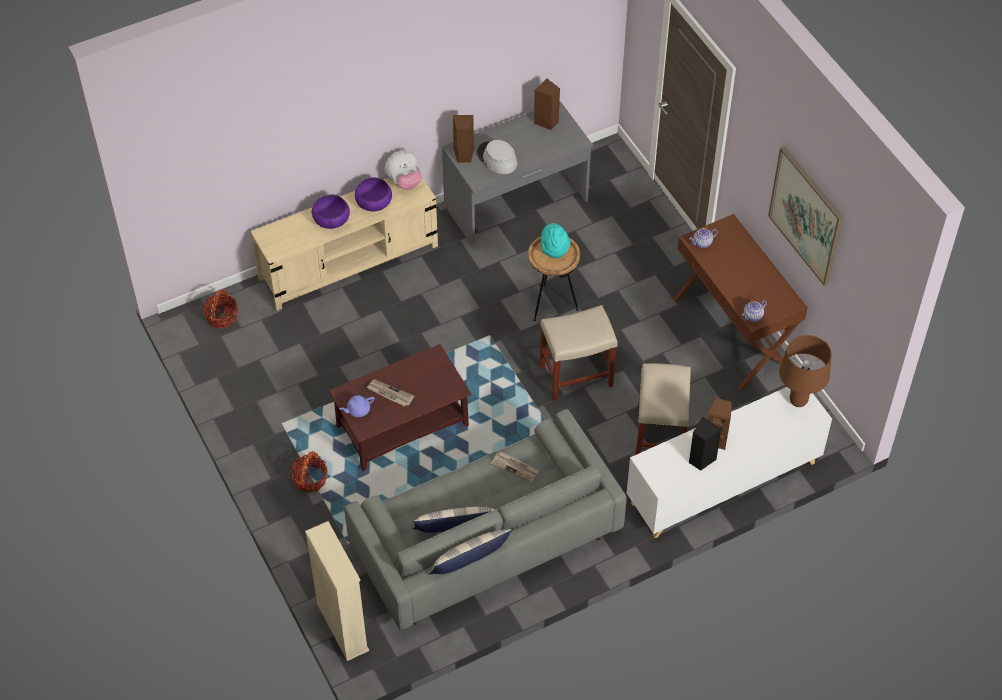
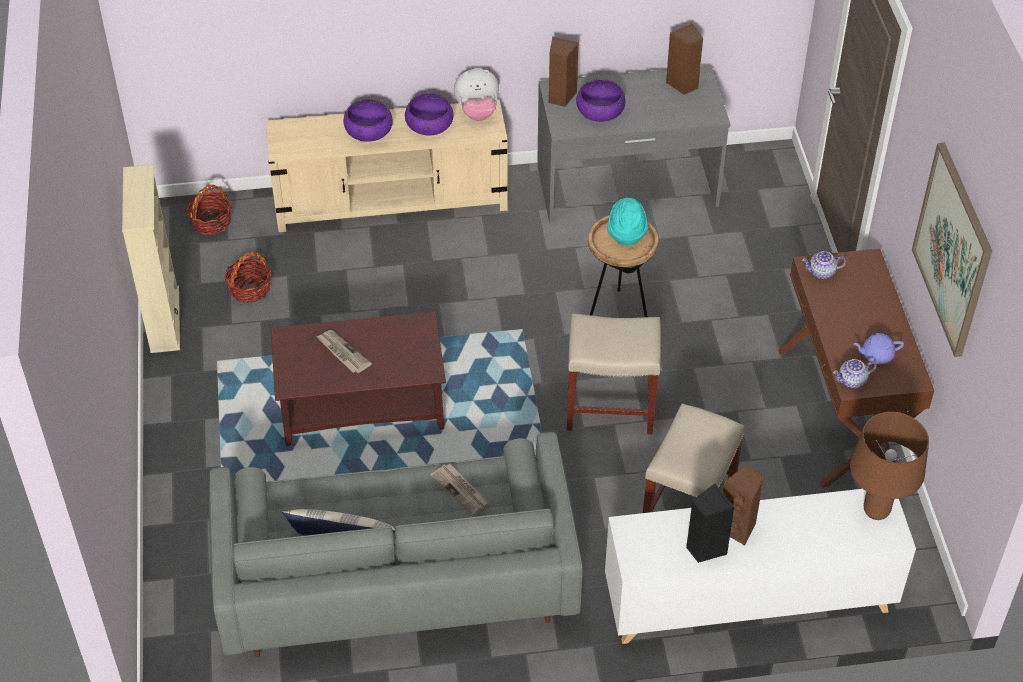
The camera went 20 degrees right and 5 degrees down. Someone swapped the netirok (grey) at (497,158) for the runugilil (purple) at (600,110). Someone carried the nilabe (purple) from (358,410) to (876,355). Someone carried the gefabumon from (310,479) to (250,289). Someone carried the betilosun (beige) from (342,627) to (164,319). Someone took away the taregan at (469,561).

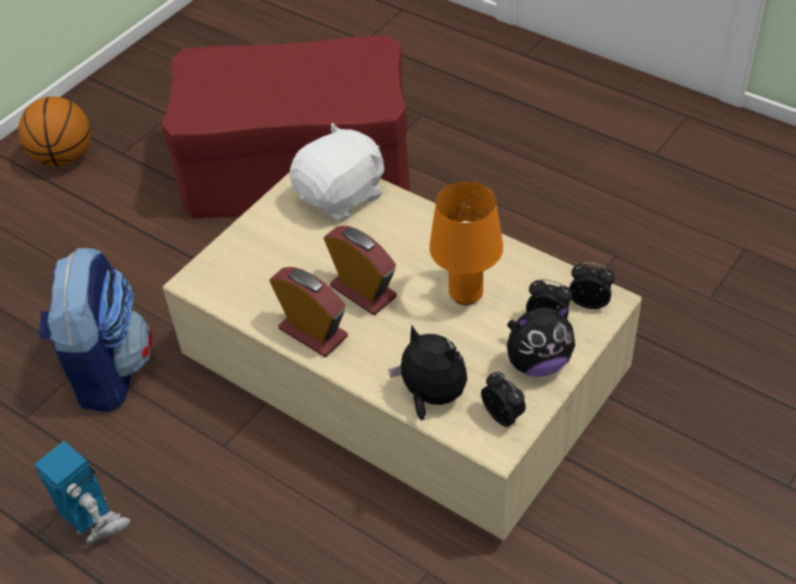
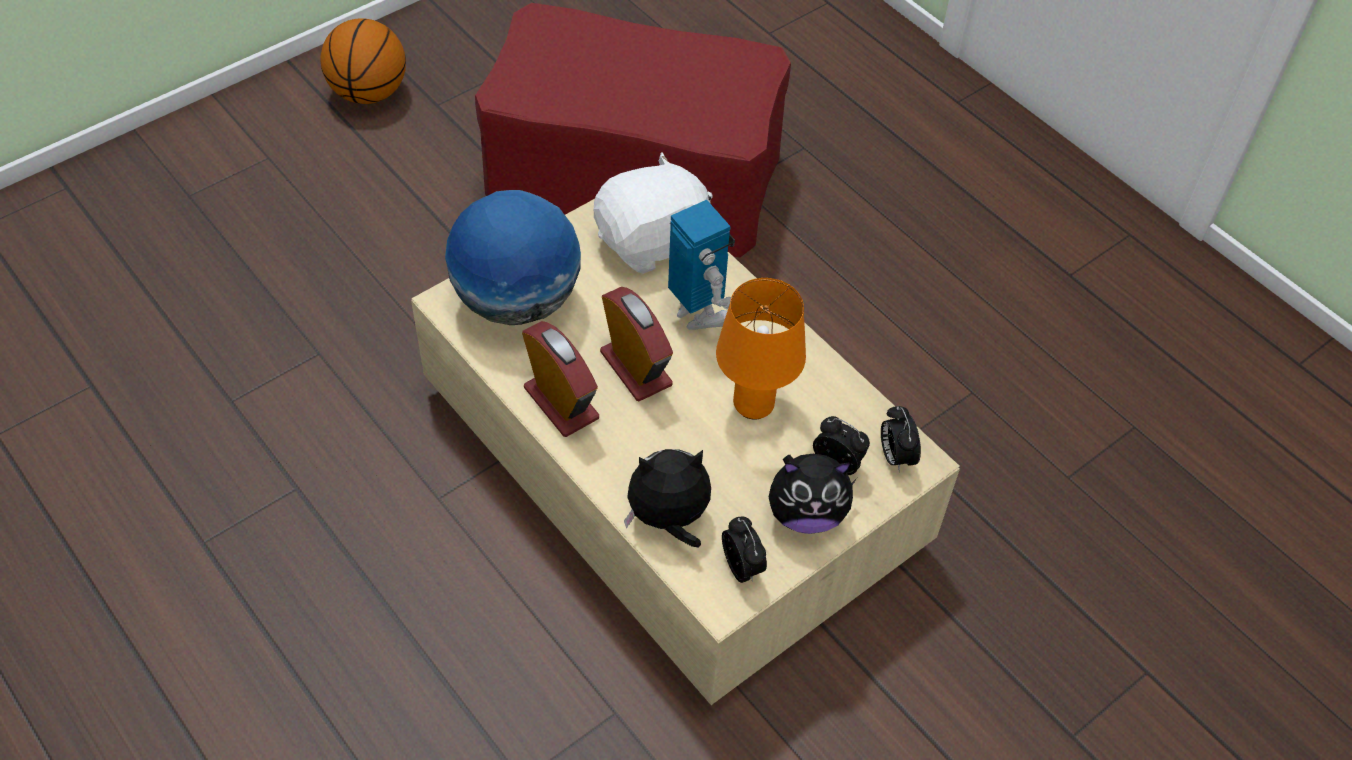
The camera went 10 degrees right and 5 degrees up. Someone took away the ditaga at (107,370). Someone rotated the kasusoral at (589,302) by 135 degrees counterclockwise. Someone rotated the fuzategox at (431,396) by 60 degrees counterclockwise. Someone carried the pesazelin from (97,525) to (700,313). Someone put down the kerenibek at (517,301).

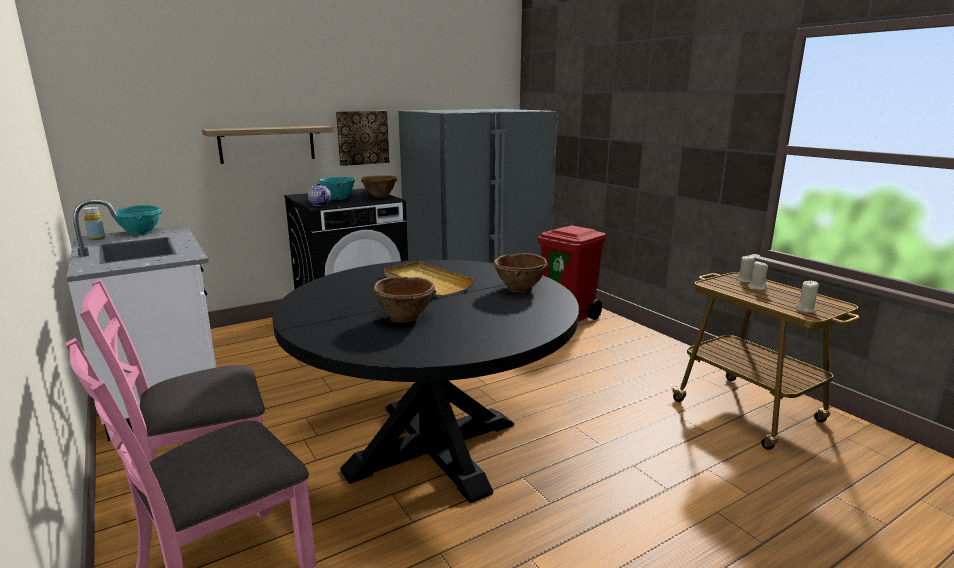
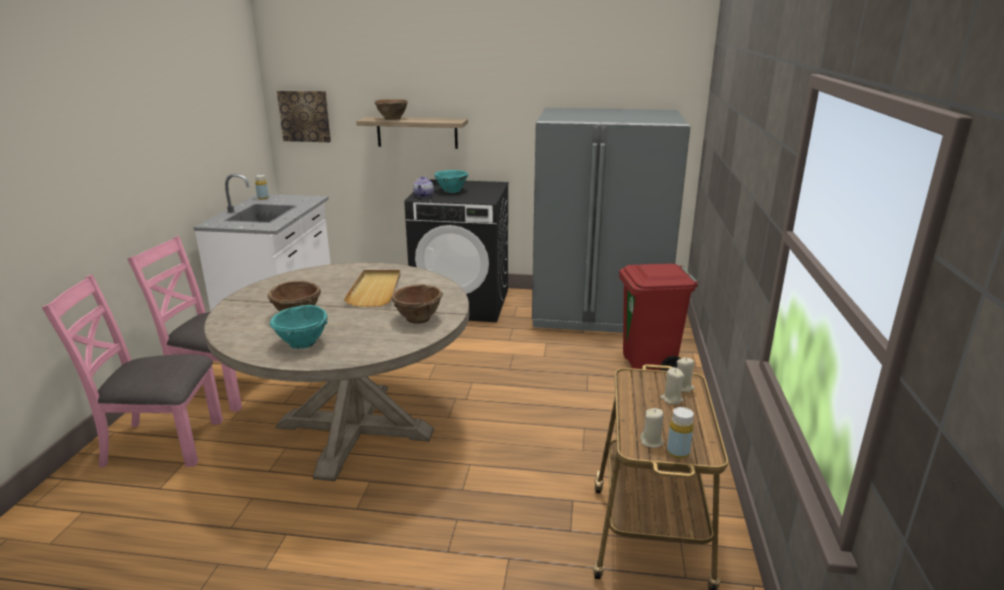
The camera went 40 degrees right and 5 degrees up. Someone carried the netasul from (362,137) to (305,116). Someone carried the runugilil (brown) from (379,196) to (392,119). Someone carried the runugilil (turquoise) from (141,233) to (302,343). Someone repainted the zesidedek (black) at (433,446), which became the zesidedek (beige) at (354,429). Someone put down the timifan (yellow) at (678,452).

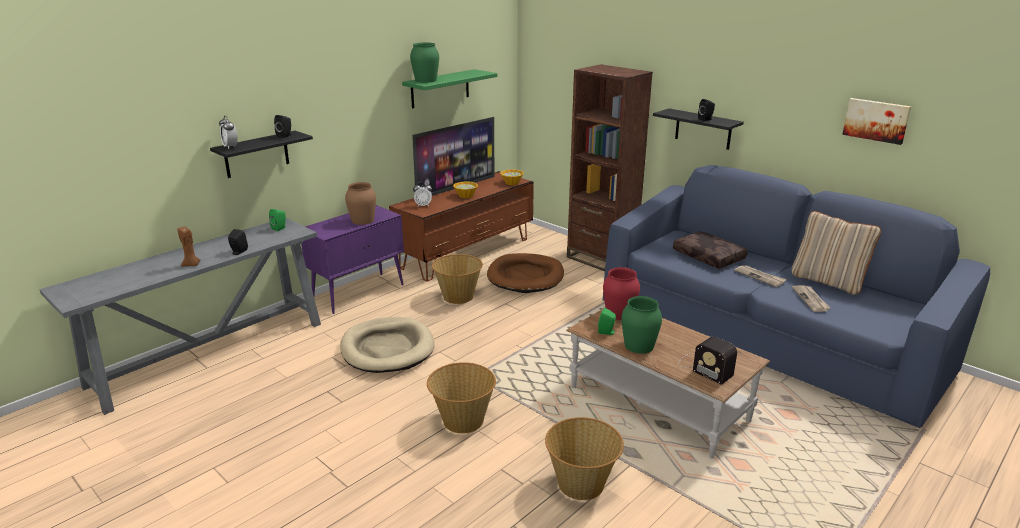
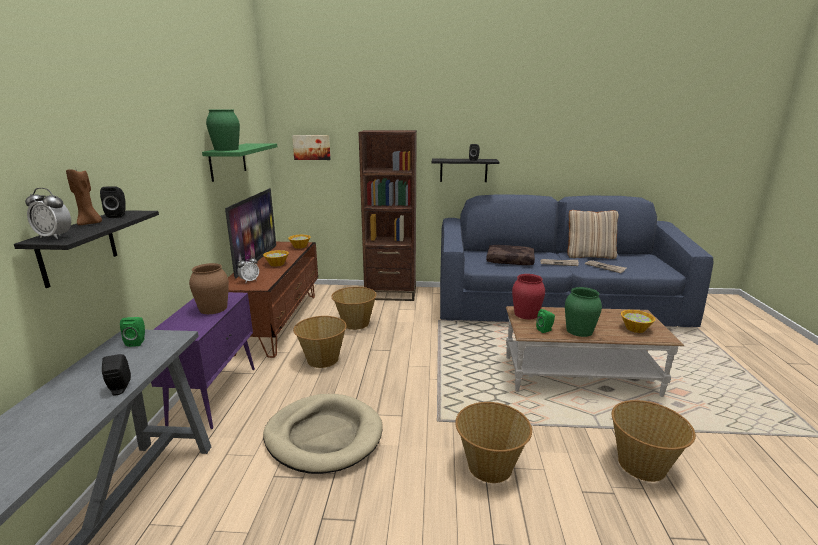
The camera went 40 degrees left and 5 degrees down. Someone carried the netasul from (876,120) to (312,147). Someone carried the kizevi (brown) from (192,265) to (90,224). Someone swapped the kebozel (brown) at (525,276) for the gefabumon at (355,323). Someone swapped the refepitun at (703,367) for the runugilil at (635,328).

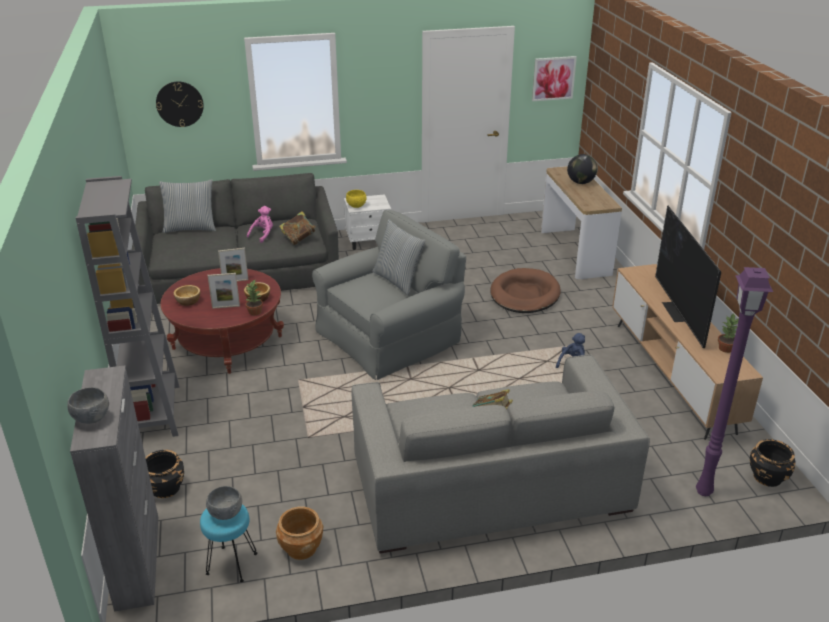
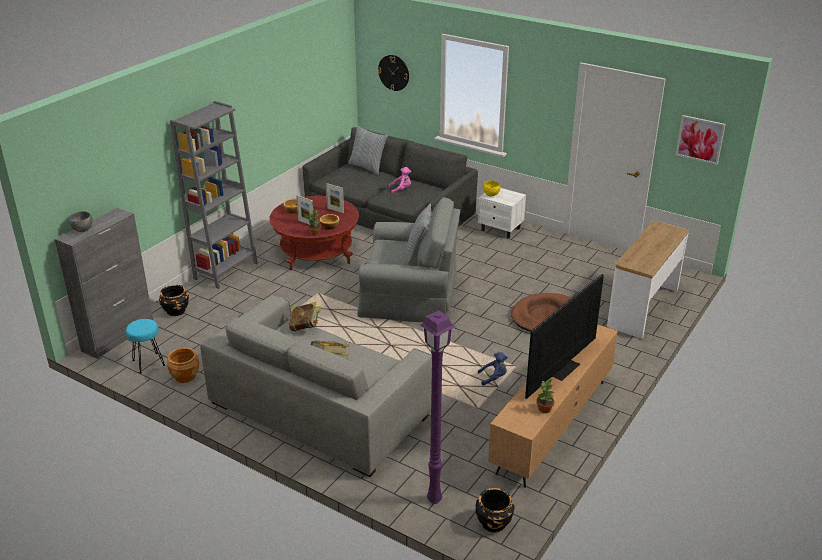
The camera went 45 degrees right and 0 degrees up. Someone took away the kerenibek at (580,182). Someone carried the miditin from (299,239) to (305,327). Someone took away the runugilil (grey) at (225,514).

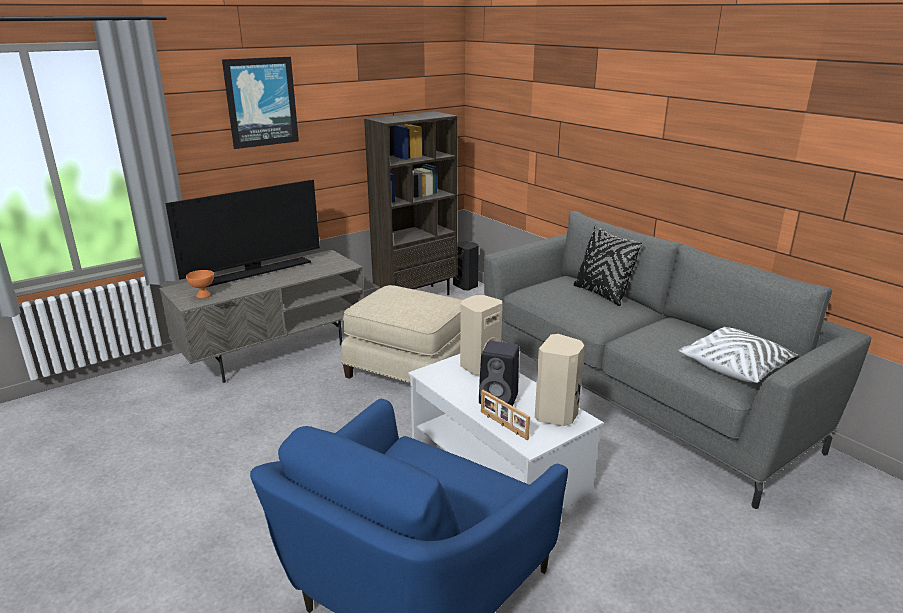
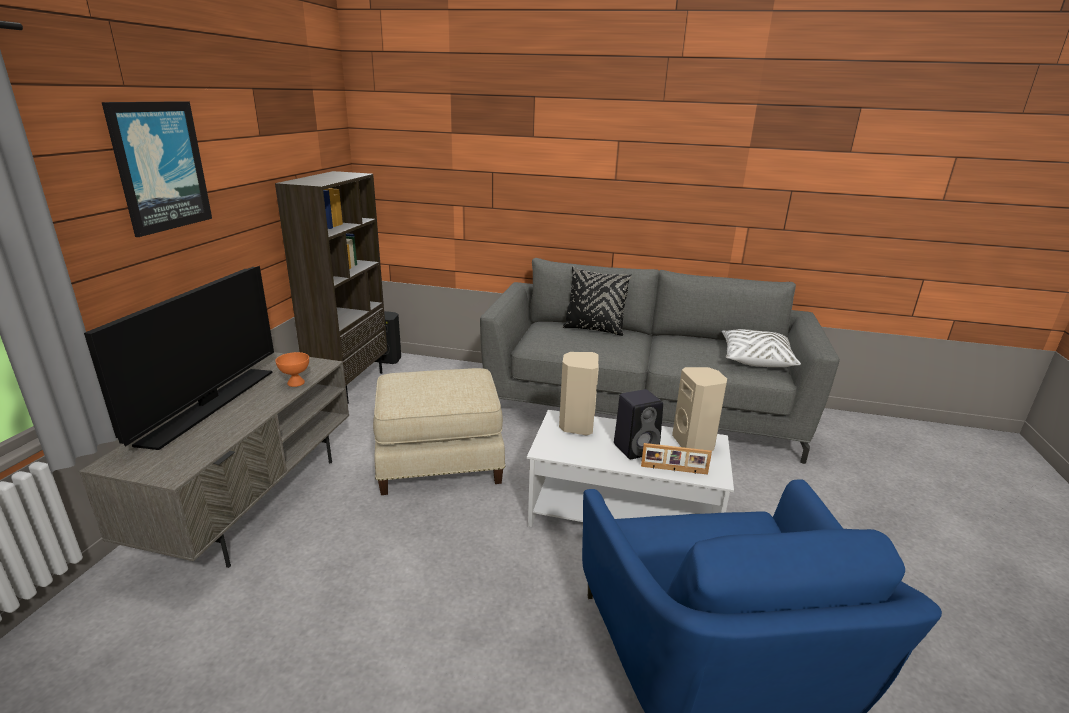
The camera went 40 degrees left and 0 degrees up. Someone carried the runugilil (orange) from (203,295) to (295,383).

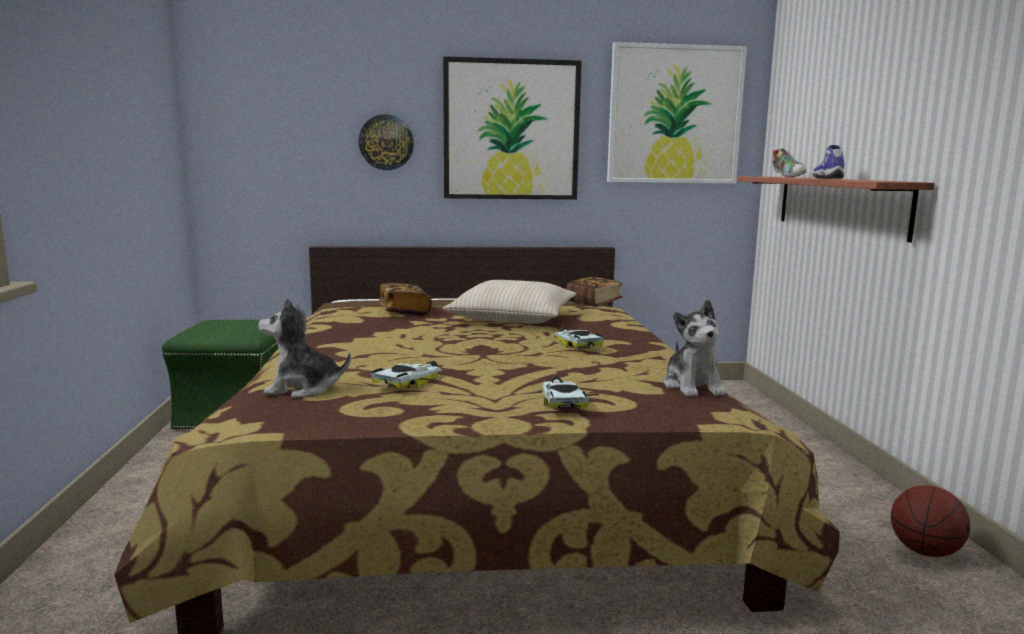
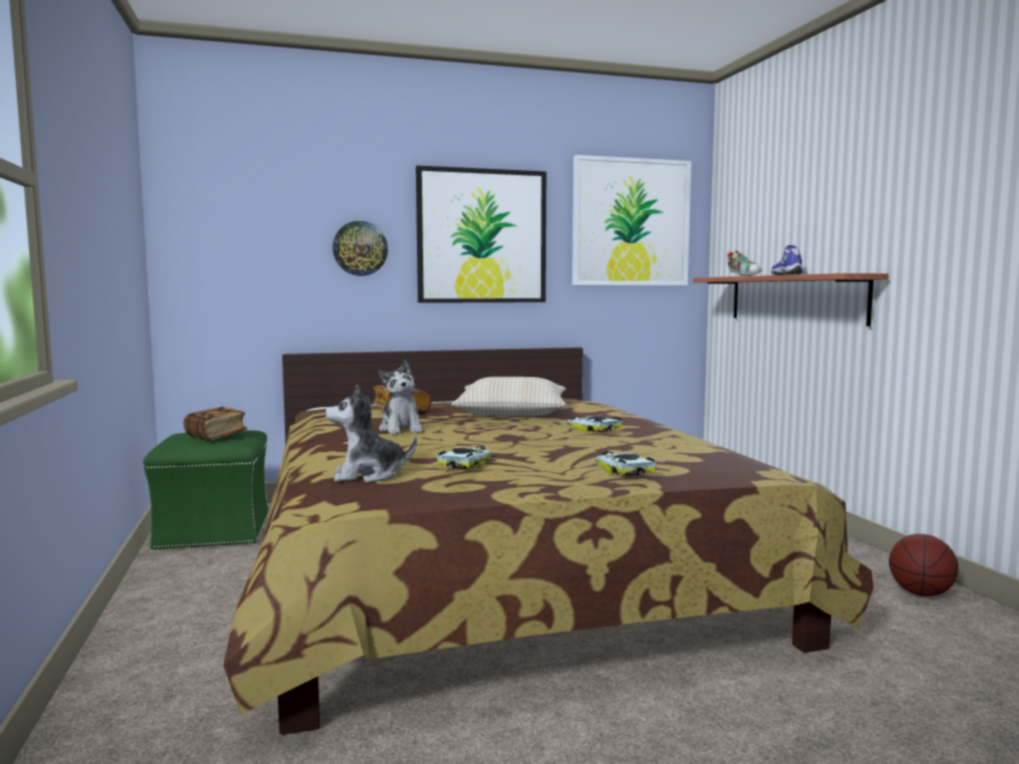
The camera went 10 degrees left and 5 degrees down. Someone carried the miditin from (594,303) to (216,436). Someone carried the fuzategox from (693,386) to (401,429).

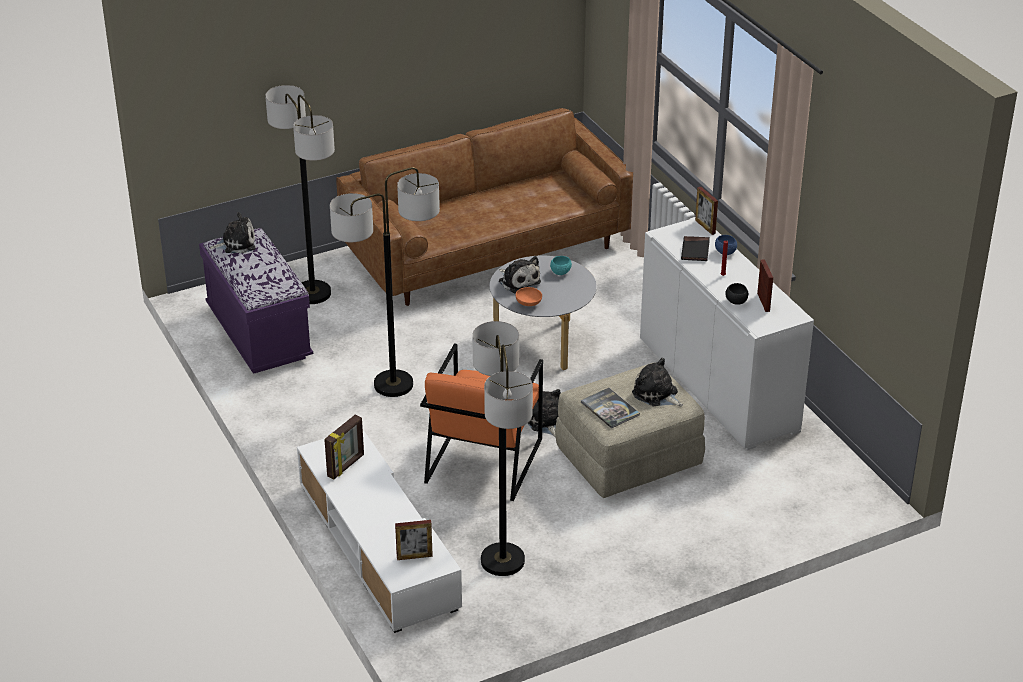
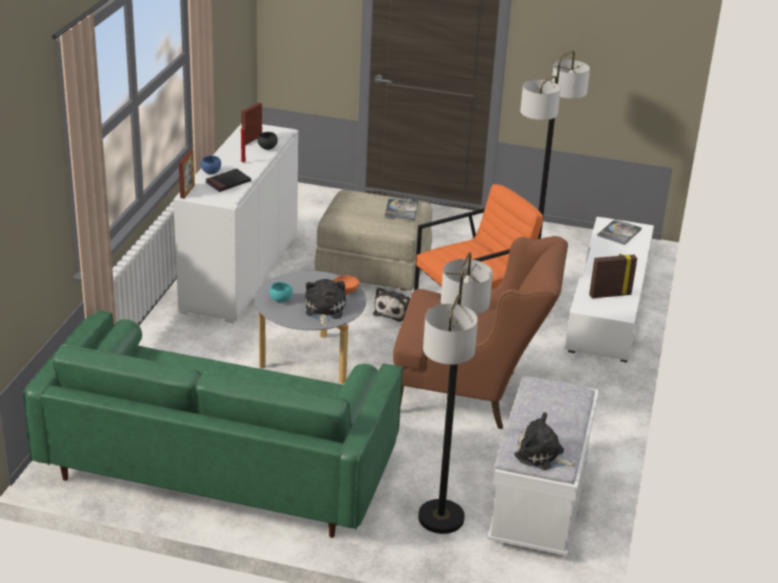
The camera went 140 degrees left and 5 degrees down. Someone repainted the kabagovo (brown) at (486,250), which became the kabagovo (green) at (220,466). Someone swapped the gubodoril at (393,385) for the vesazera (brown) at (471,394). Someone repainted the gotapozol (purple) at (259,334), which became the gotapozol (white) at (539,504). Someone took away the fuzategox at (656,394). Someone swapped the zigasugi at (414,556) for the miditin at (619,233).

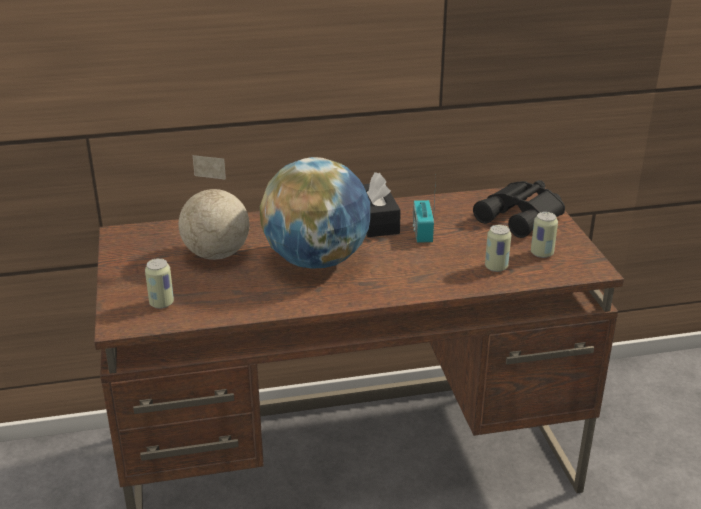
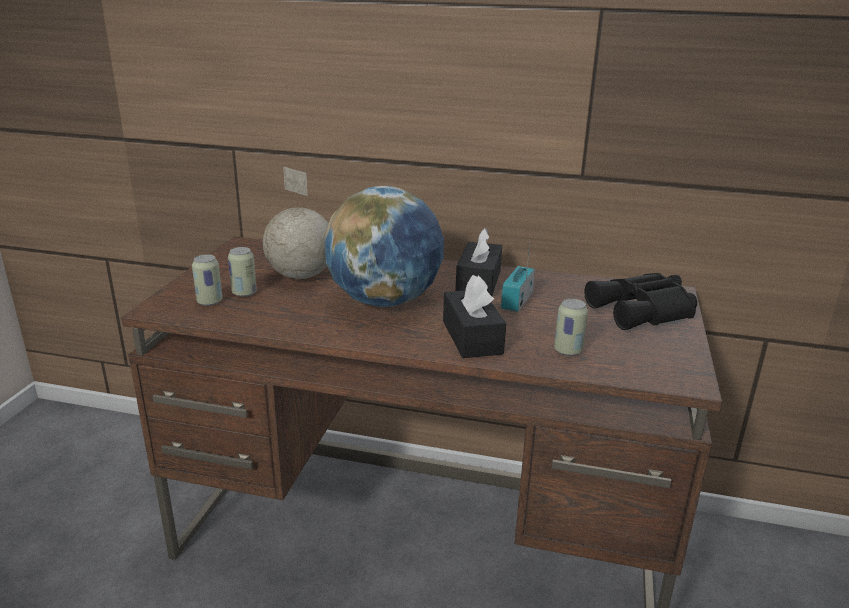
The camera went 25 degrees right and 5 degrees down. Someone carried the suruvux from (542,253) to (244,293). Someone put down the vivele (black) at (472,337).

